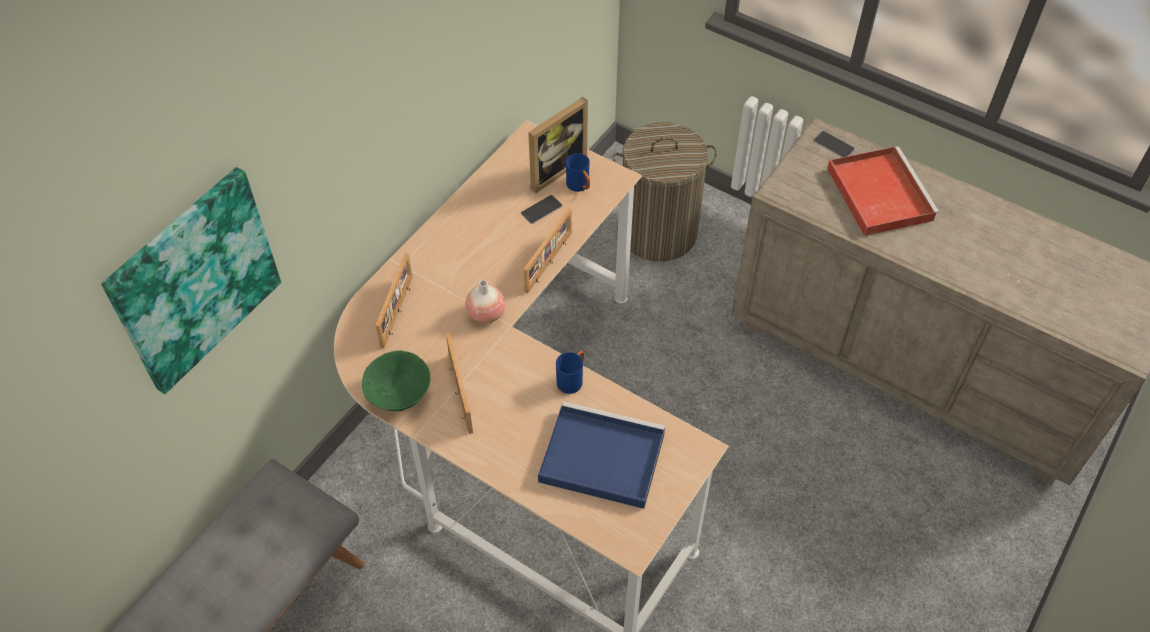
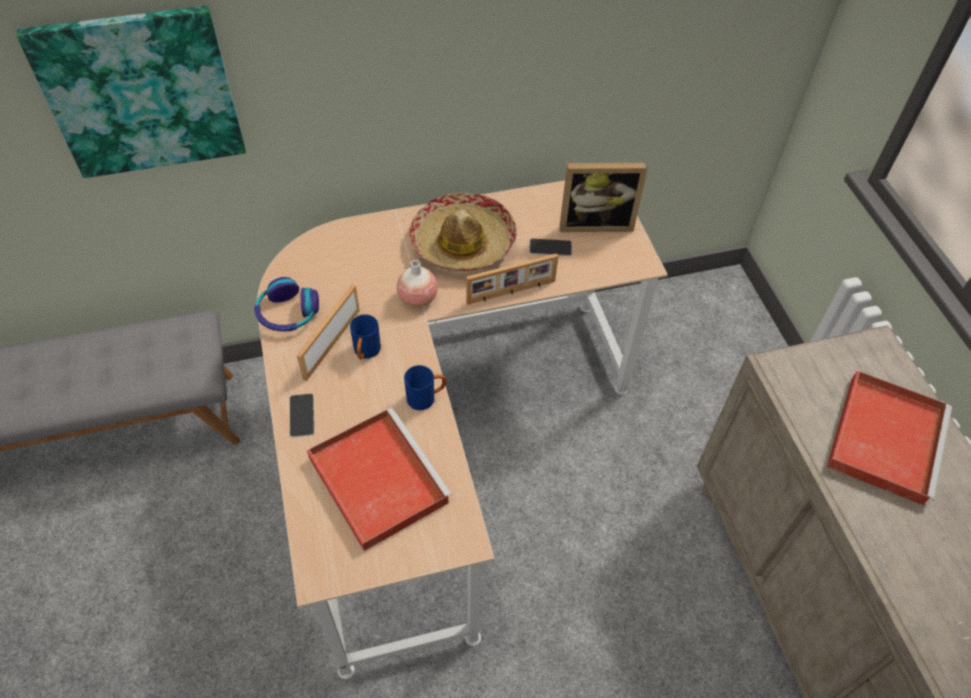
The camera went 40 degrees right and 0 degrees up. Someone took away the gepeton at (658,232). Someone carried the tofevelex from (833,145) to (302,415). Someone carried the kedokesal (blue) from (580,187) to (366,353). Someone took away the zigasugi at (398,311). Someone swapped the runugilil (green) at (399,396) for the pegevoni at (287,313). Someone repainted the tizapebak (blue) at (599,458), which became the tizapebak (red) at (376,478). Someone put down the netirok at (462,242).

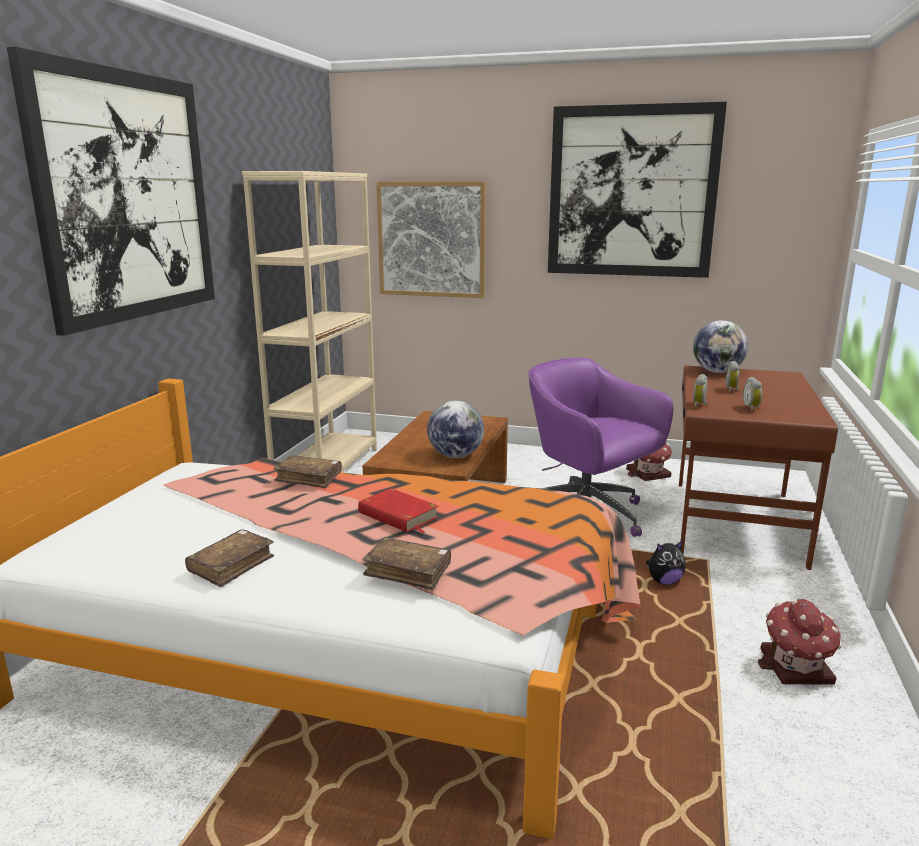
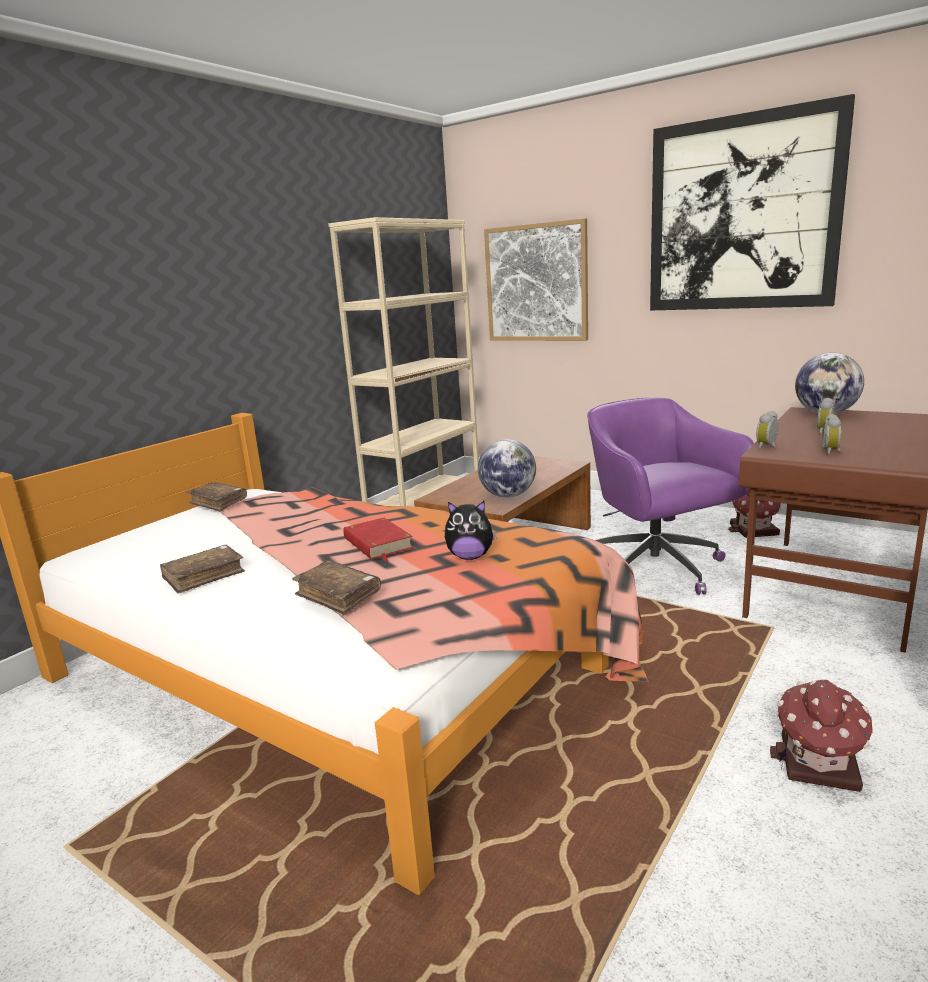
The camera went 20 degrees right and 0 degrees up. Someone took away the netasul at (127,197). Someone carried the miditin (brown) from (309,478) to (218,503). Someone carried the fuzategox from (664,581) to (470,557).

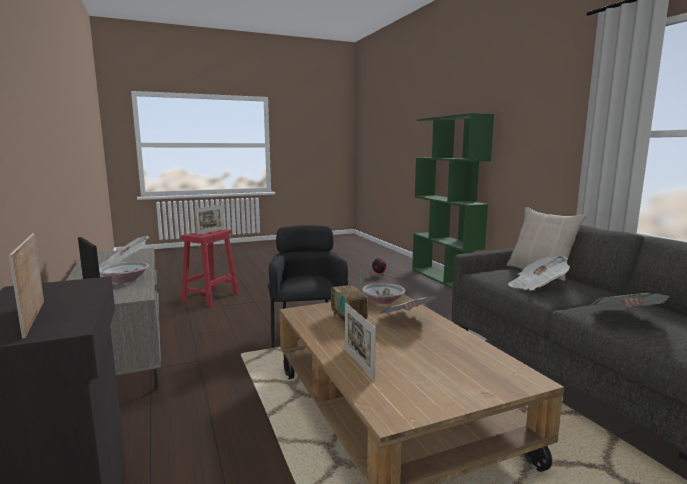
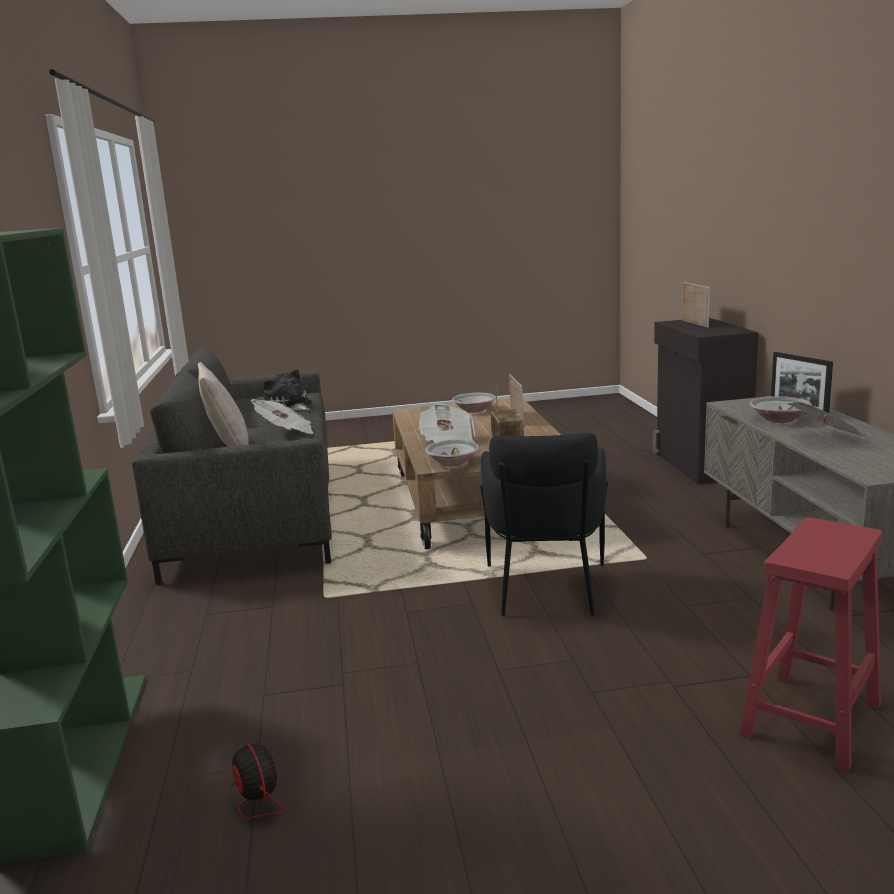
The camera went 165 degrees left and 5 degrees up. Someone took away the zigasugi at (210,232). Someone swapped the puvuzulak at (625,318) for the fuzategox at (289,406). Someone put down the runugilil at (475,410).

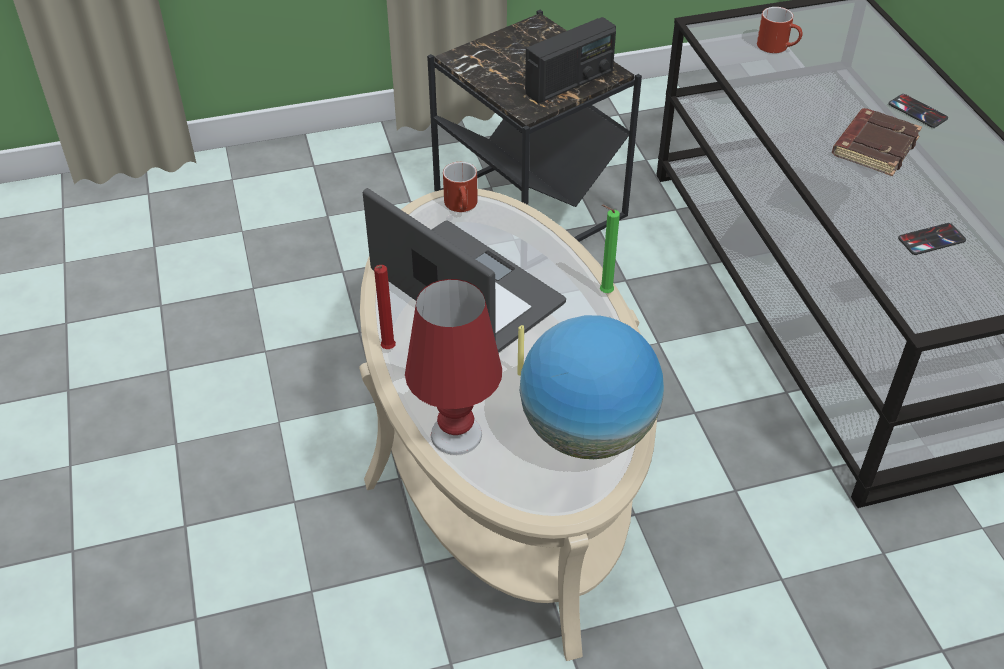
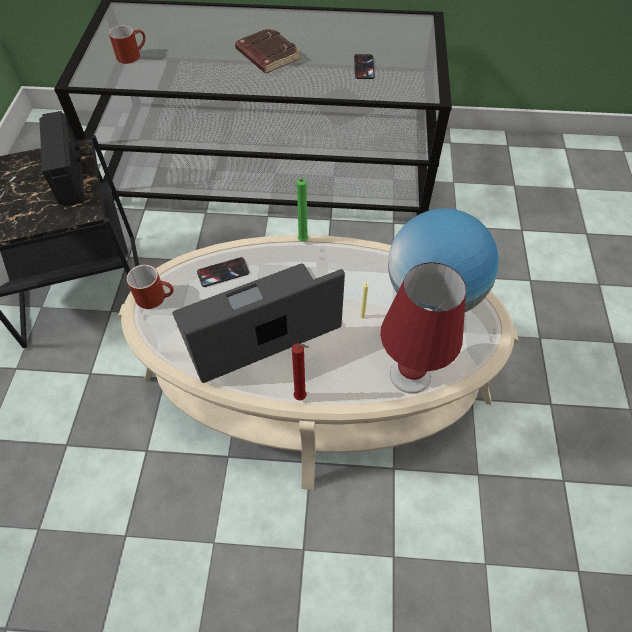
The camera went 70 degrees left and 10 degrees up. Someone carried the tofevelex from (917,111) to (223,272).

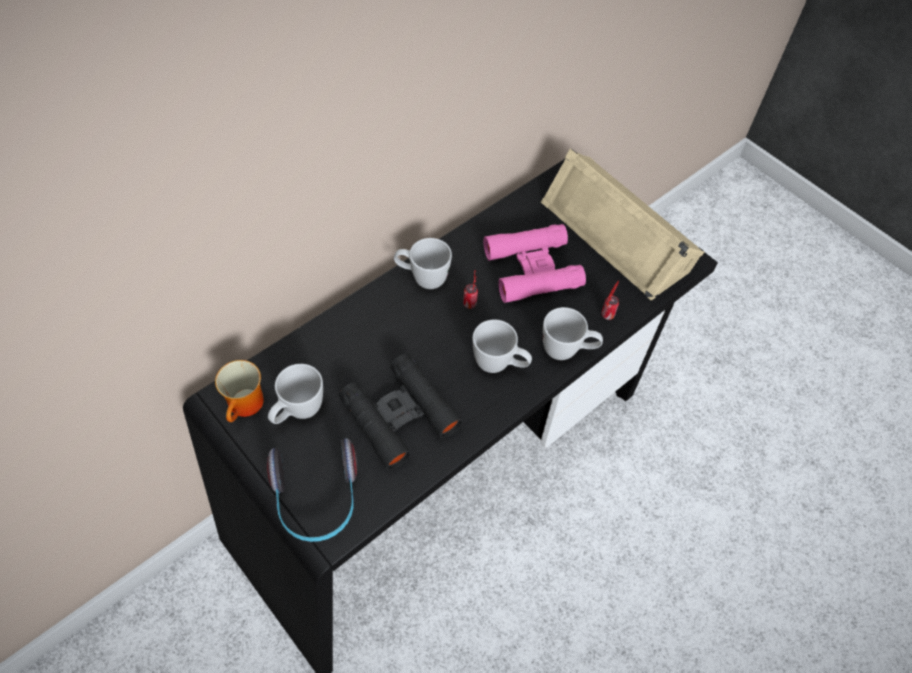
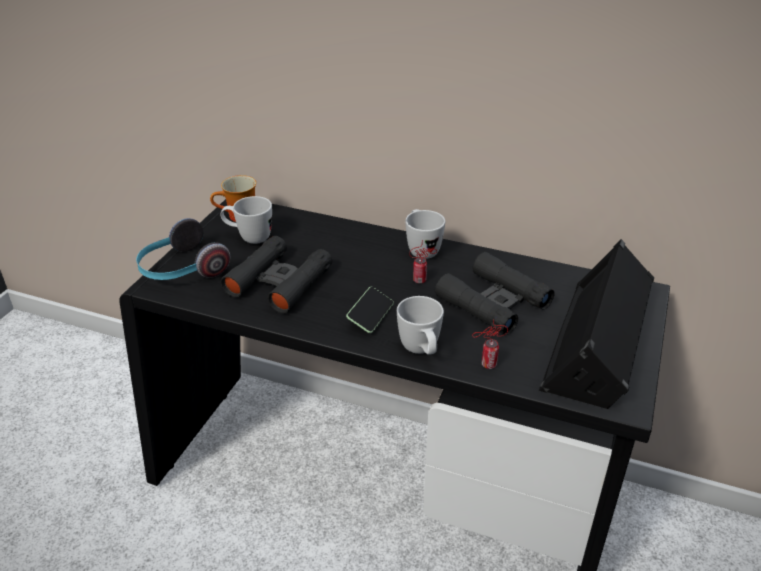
The camera went 65 degrees right and 20 degrees down. Someone repainted the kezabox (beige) at (619,233), which became the kezabox (black) at (601,342). Someone repainted the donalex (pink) at (532,269), which became the donalex (black) at (493,302). Someone swapped the kedokesal (white) at (499,365) for the tofevelex at (370,316).

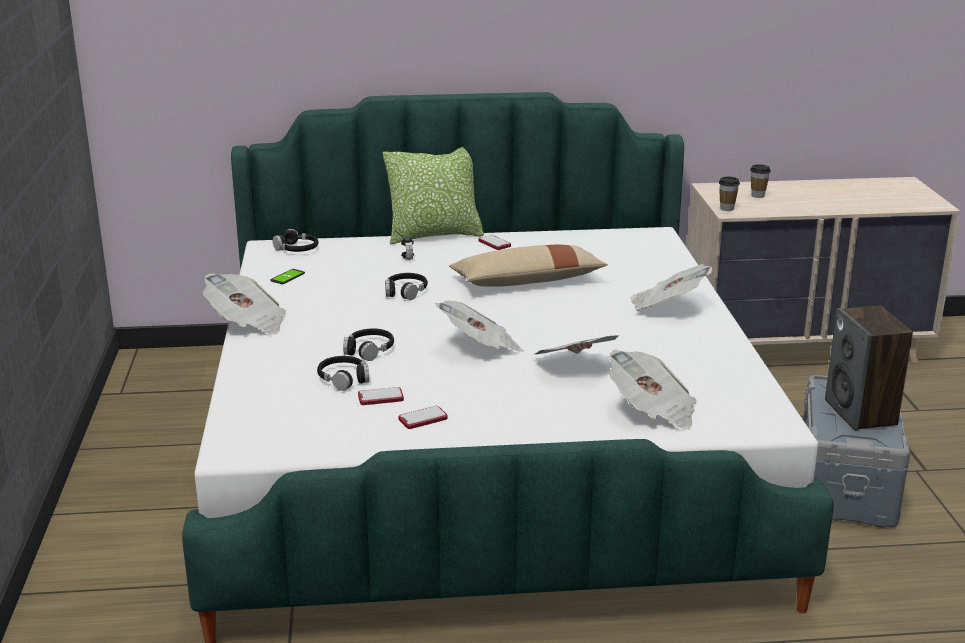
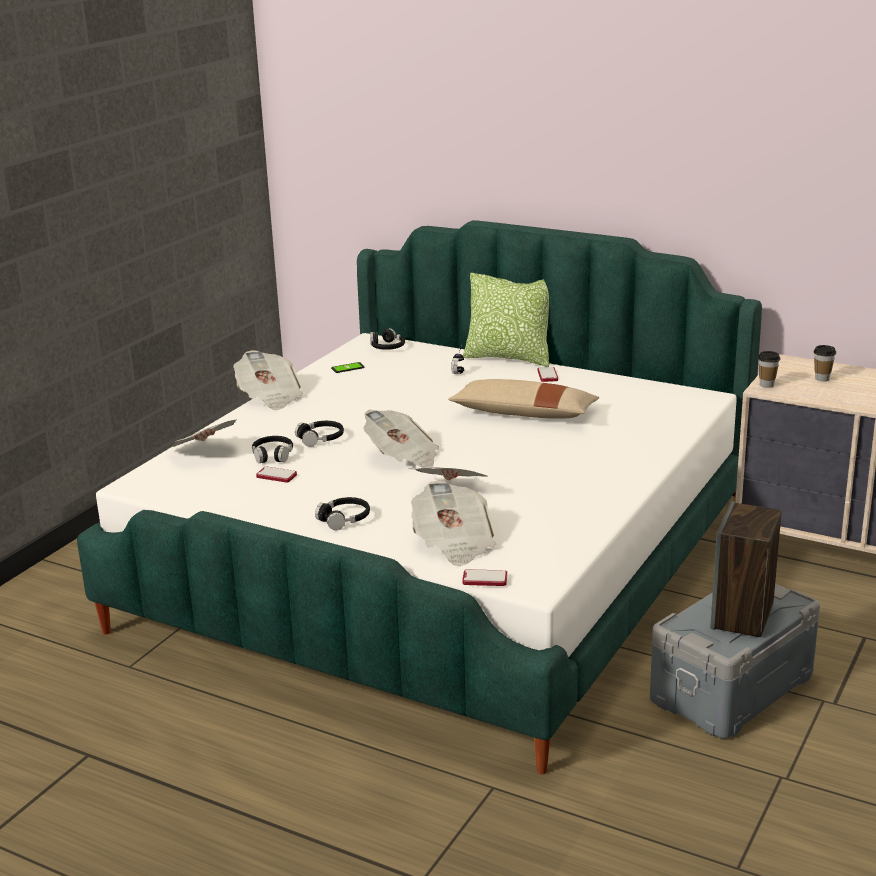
The camera went 35 degrees right and 0 degrees up. Someone carried the puvuzulak from (667,307) to (202,452). Someone carried the pegevoni (black) from (405,292) to (344,519). Someone carried the tofevelex from (423,419) to (485,579).

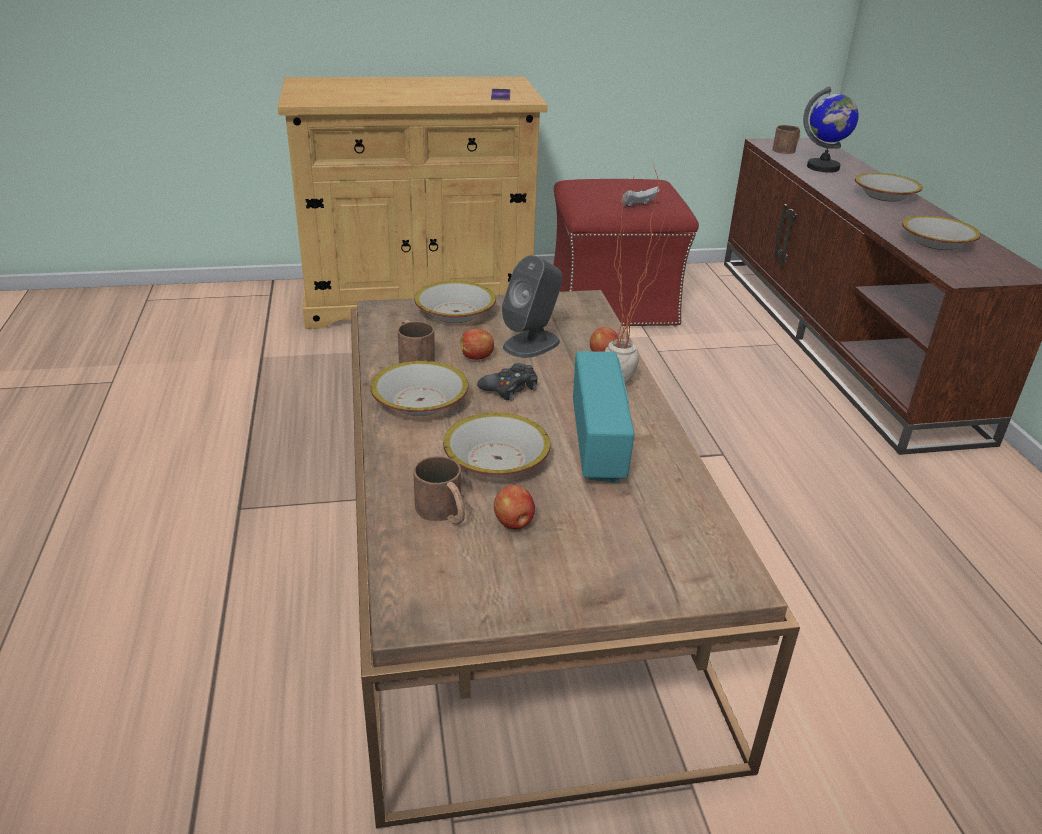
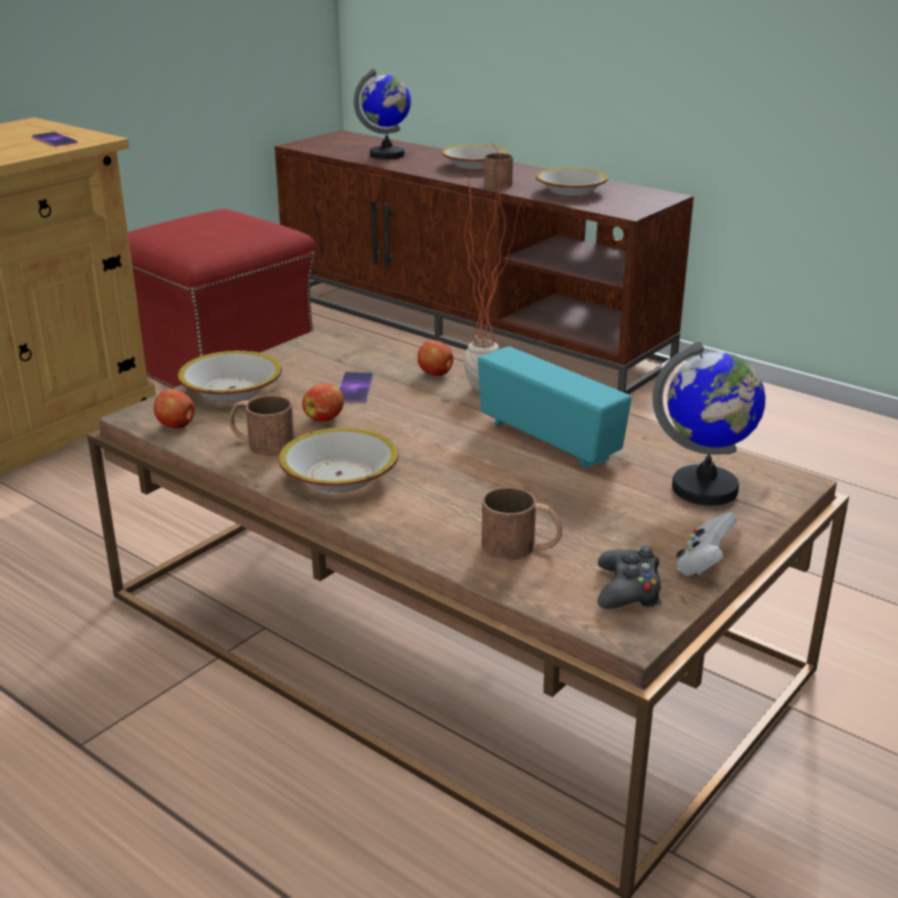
The camera went 40 degrees left and 5 degrees down. Someone carried the kedokesal (brown) from (787,149) to (498,182). Someone carried the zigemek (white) from (637,206) to (702,565). Someone swapped the kezabox (grey) at (532,344) for the tofevelex at (355,388). Someone carried the zigemek (black) from (510,388) to (628,590). Someone took away the runugilil at (497,460). Someone carried the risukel from (514,523) to (177,426). Someone put down the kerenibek at (705,489).

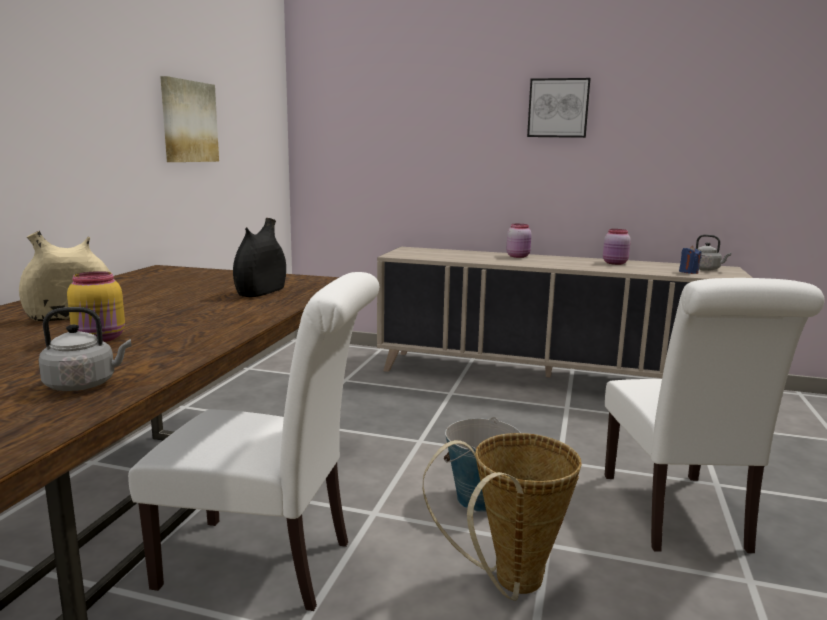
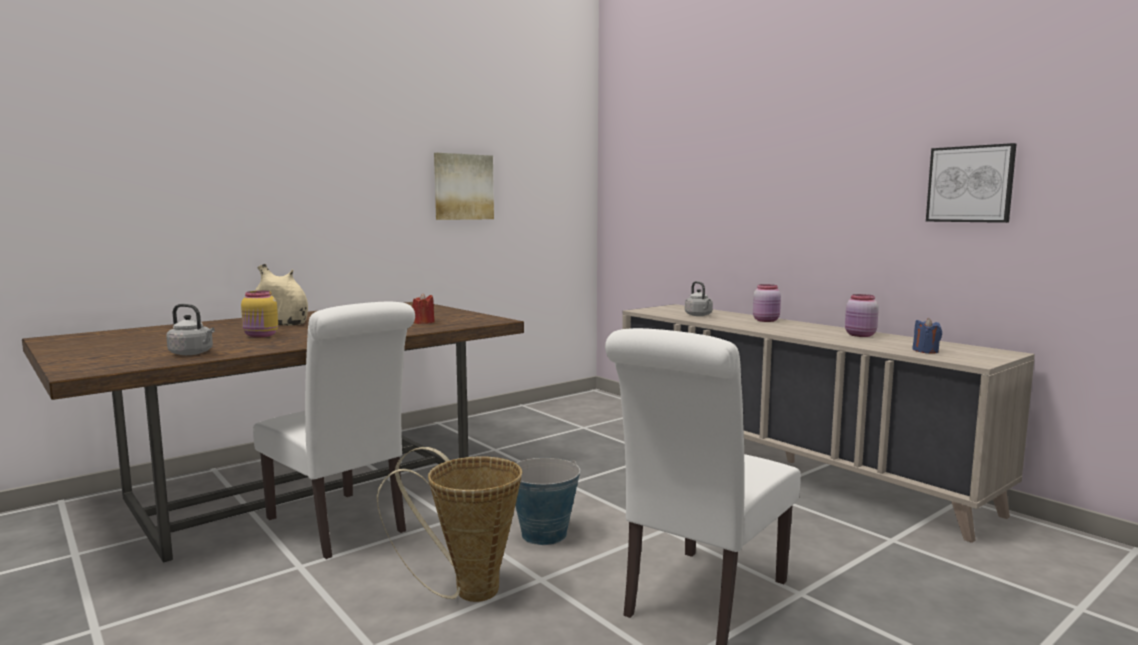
The camera went 35 degrees right and 5 degrees down. Someone carried the netasul from (558,108) to (970,184). Someone swapped the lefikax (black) at (261,292) for the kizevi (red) at (424,322). Someone carried the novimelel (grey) from (706,269) to (699,315).

